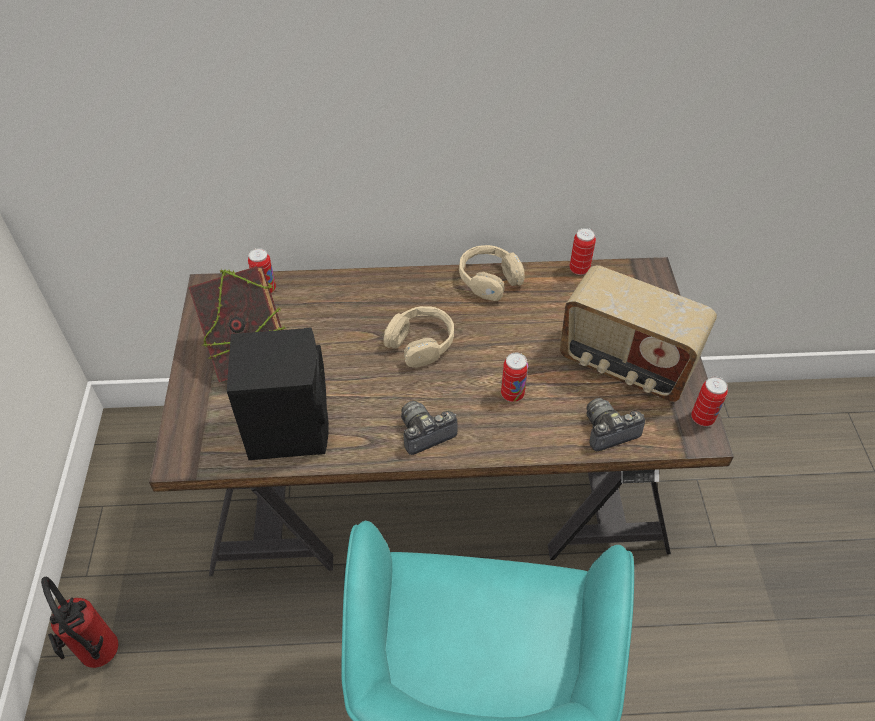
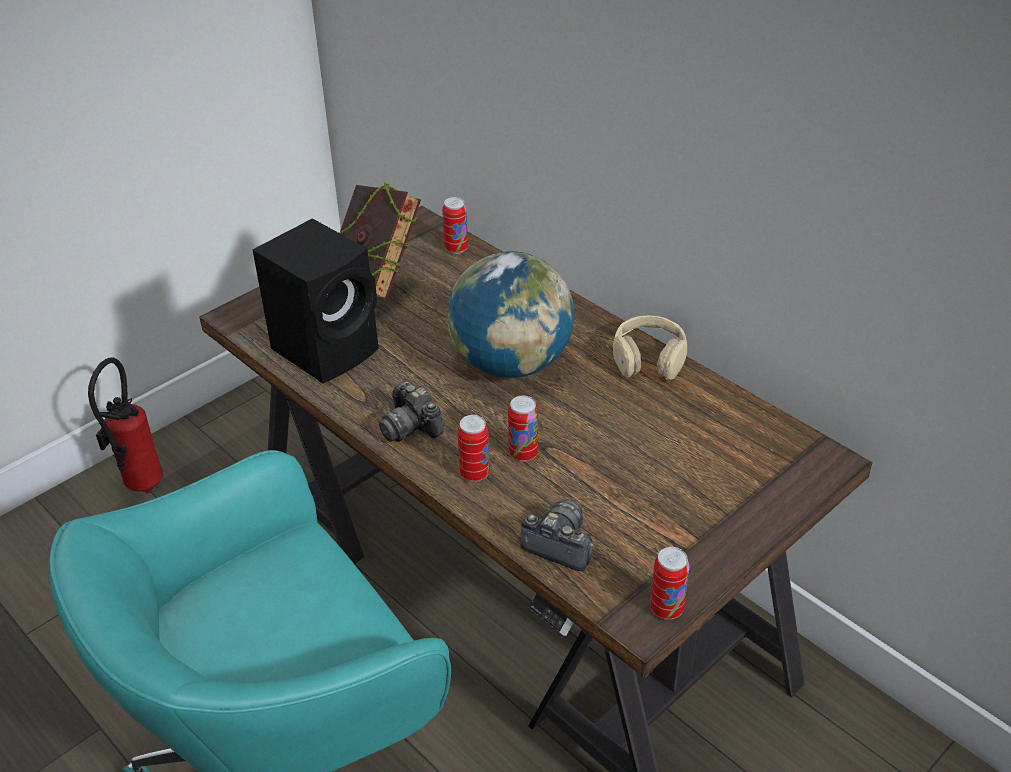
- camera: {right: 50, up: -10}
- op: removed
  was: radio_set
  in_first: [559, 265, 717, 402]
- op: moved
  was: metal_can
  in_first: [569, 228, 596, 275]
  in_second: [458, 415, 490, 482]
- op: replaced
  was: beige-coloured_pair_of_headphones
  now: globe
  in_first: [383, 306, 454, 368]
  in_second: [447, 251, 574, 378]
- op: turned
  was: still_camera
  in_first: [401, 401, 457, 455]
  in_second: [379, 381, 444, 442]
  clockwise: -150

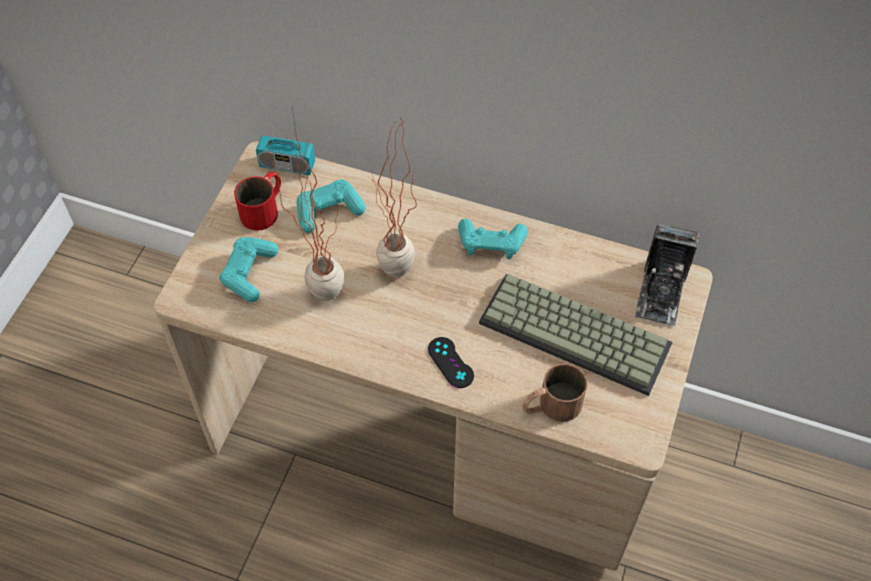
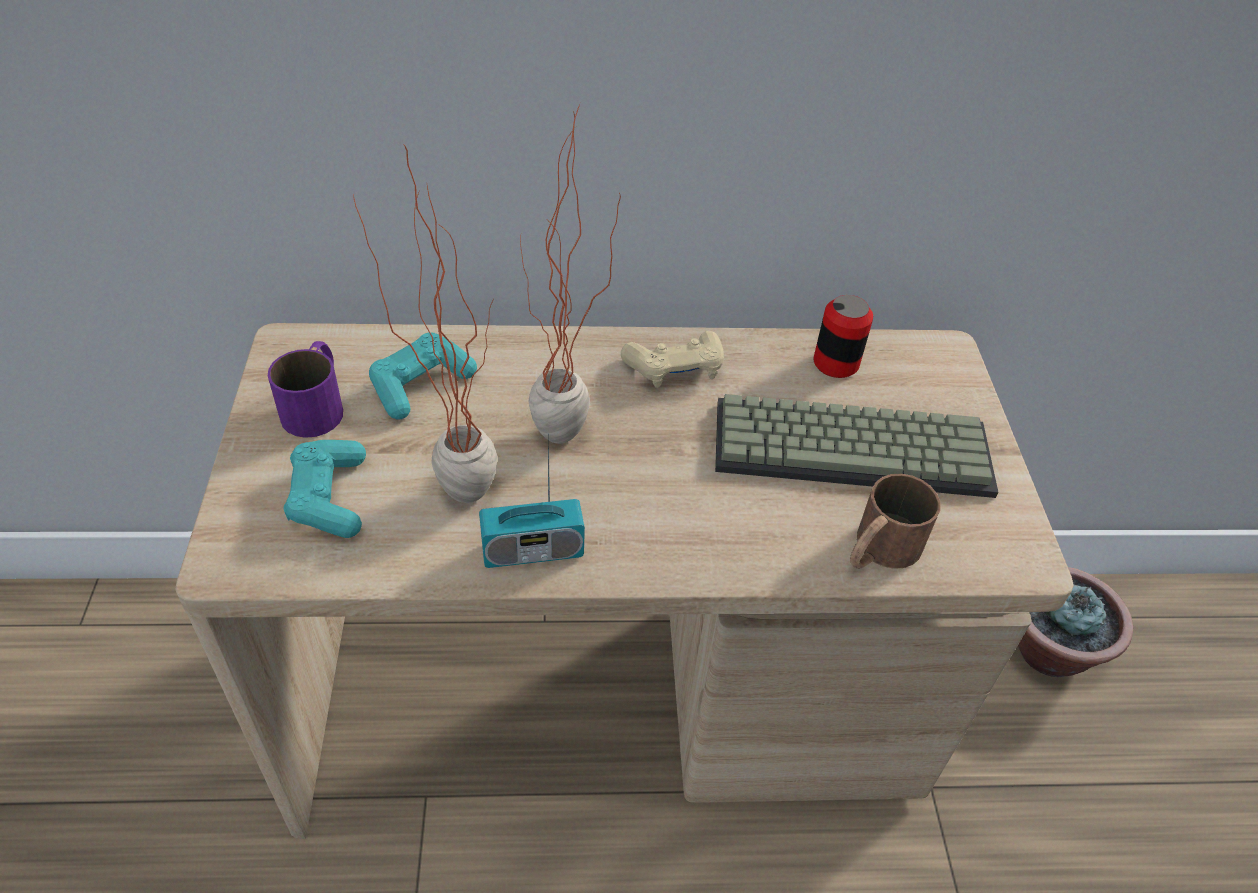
- camera: {right: -25, up: -10}
- op: removed
  was: black_gamepad
  in_first: [428, 337, 474, 388]
- op: removed
  was: still_camera
  in_first: [634, 224, 700, 326]
- op: added
  now: metal_can
  in_second: [813, 295, 873, 378]
- op: added
  now: houseplant
  in_second: [1018, 567, 1133, 677]
- op: moved
  was: radio_set
  in_first: [256, 108, 315, 175]
  in_second: [479, 433, 585, 568]
- op: recoloured
  was: red_mug
  now: purple_mug
  in_first: [234, 172, 281, 230]
  in_second: [268, 341, 343, 438]
- op: recoloured
  was: turquoise-coloured_gamepad
  now: beige-coloured_gamepad
  in_first: [458, 219, 528, 259]
  in_second: [621, 331, 724, 388]

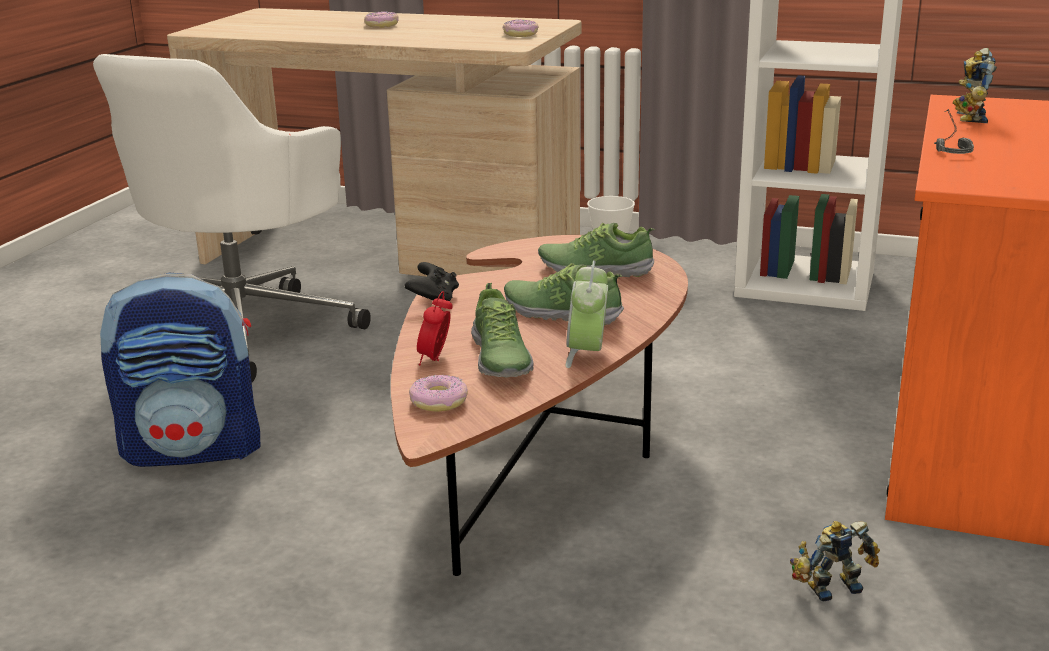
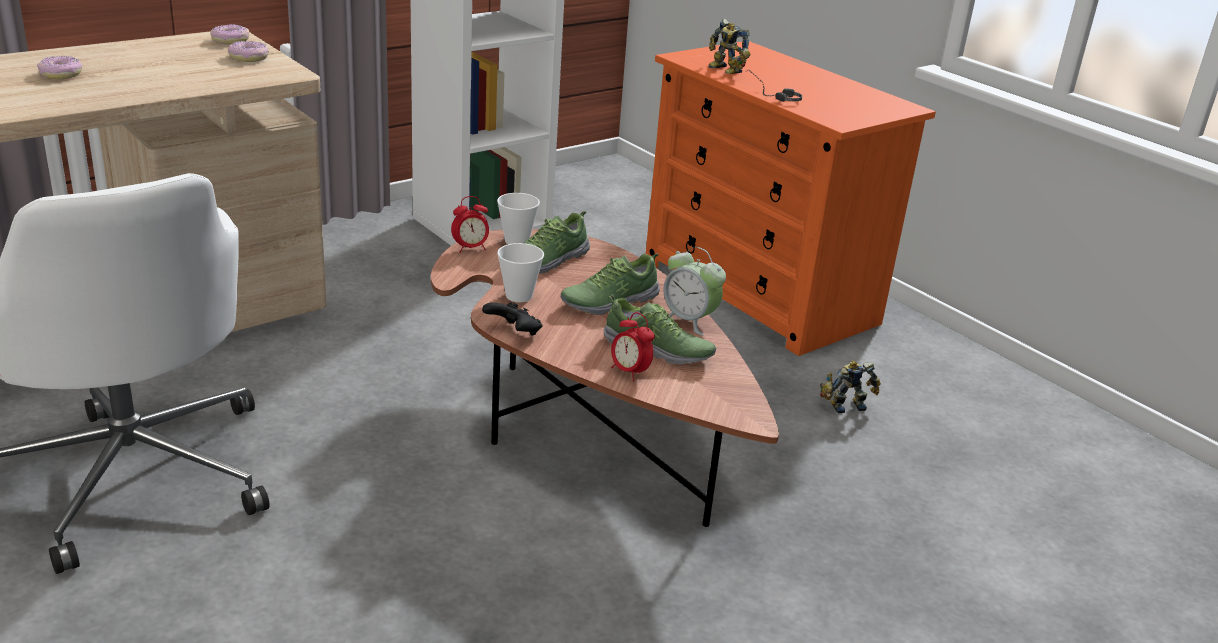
- camera: {right: -60, up: 5}
- op: removed
  was: knapsack
  in_first: [100, 272, 261, 467]
- op: added
  now: bedside_clock
  in_second: [451, 196, 489, 253]
- op: added
  now: drinking_cup
  in_second: [497, 243, 544, 302]
- op: moved
  was: ring_doughnut
  in_first: [409, 375, 468, 411]
  in_second: [210, 24, 249, 44]
- op: turned
  was: model_robot
  in_first: [790, 521, 880, 601]
  in_second: [820, 360, 881, 413]
  clockwise: 60

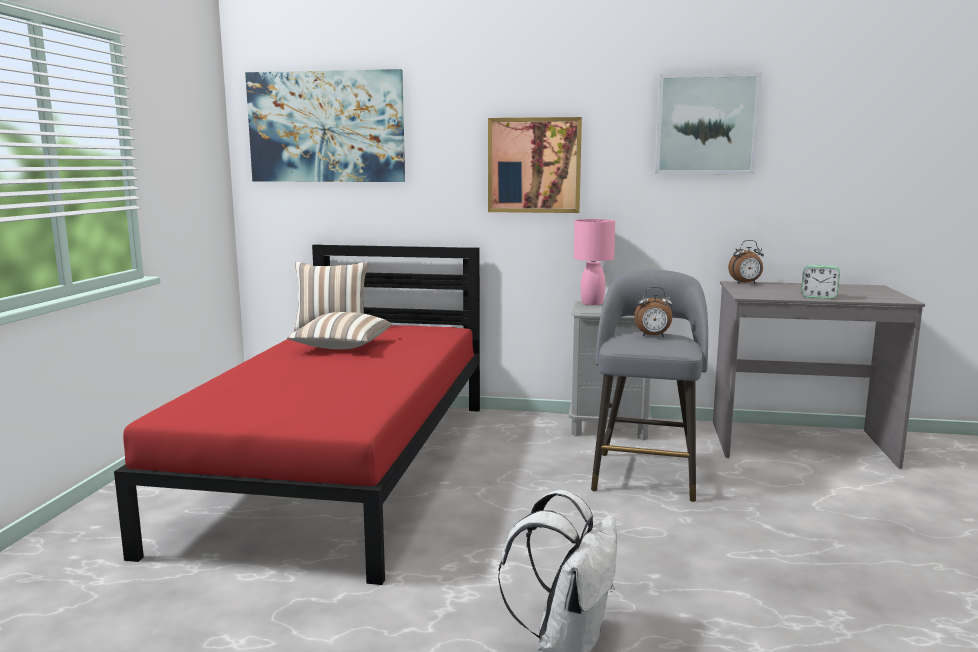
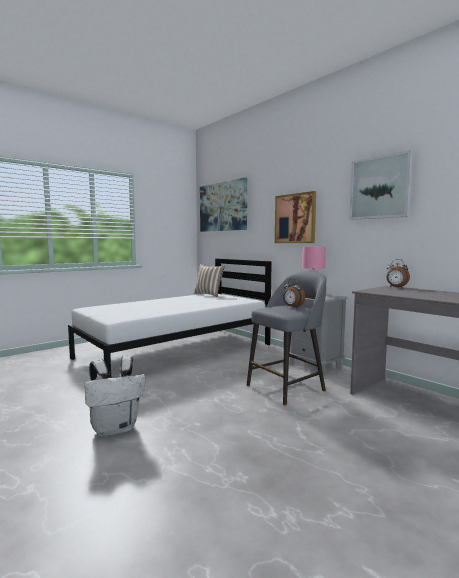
- camera: {right: 40, up: -5}
- op: removed
  was: cushion
  in_first: [287, 312, 392, 349]
- op: removed
  was: bedside_clock
  in_first: [801, 265, 840, 299]
- op: recoloured
  was: red_bedroom_bed
  now: whitish_bedroom_bed
  in_first: [114, 245, 480, 585]
  in_second: [68, 259, 272, 378]

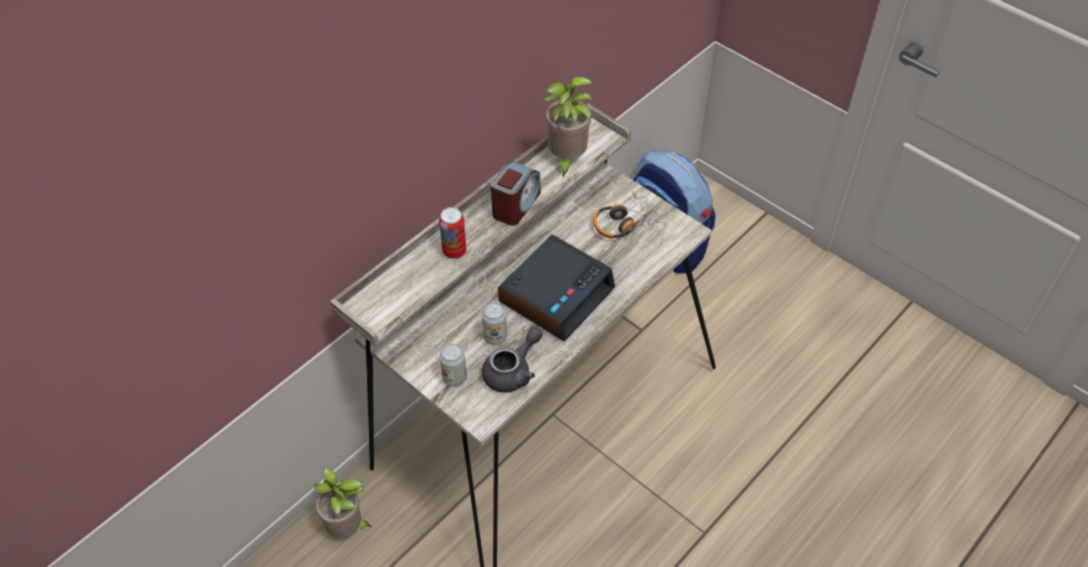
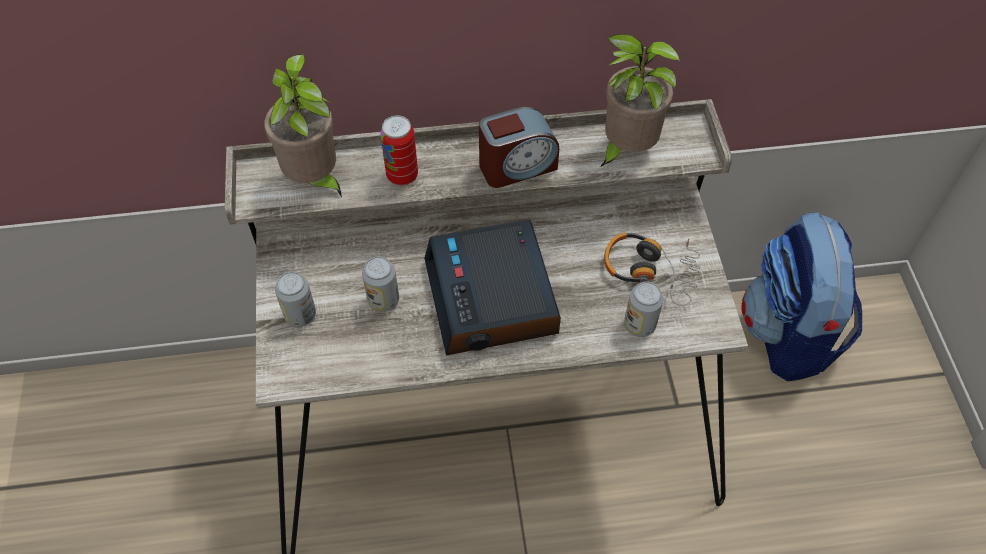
- camera: {right: 40, up: 5}
- op: removed
  was: greyish_teapot
  in_first: [482, 327, 543, 393]
- op: added
  now: metal_can
  in_second: [624, 281, 664, 337]
- op: moved
  was: houseplant
  in_first: [314, 467, 372, 538]
  in_second: [264, 55, 342, 198]
- op: turned
  was: bedside_clock
  in_first: [498, 235, 615, 342]
  in_second: [425, 220, 561, 356]
  clockwise: 90

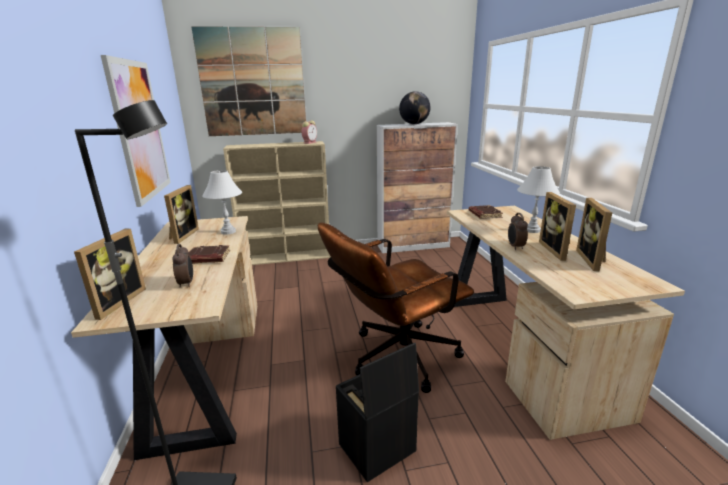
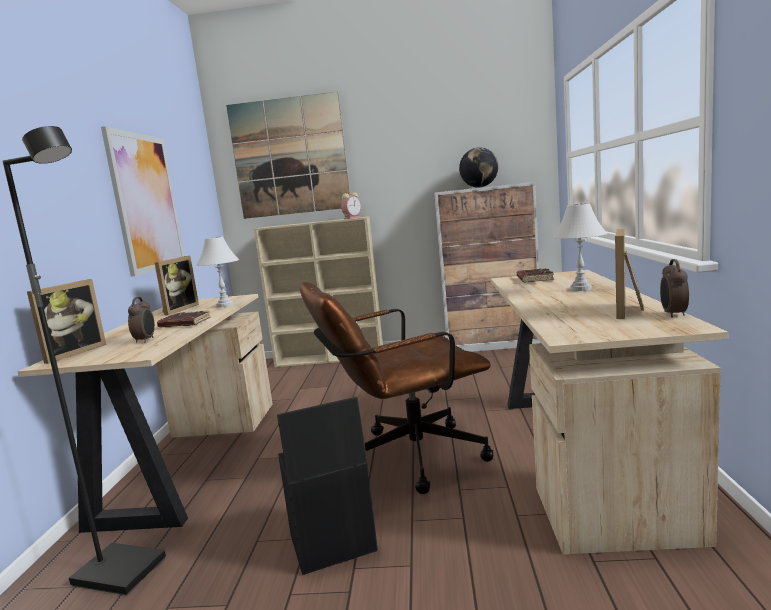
- camera: {right: 15, up: -10}
- op: removed
  was: photo_frame
  in_first: [539, 192, 576, 261]
- op: moved
  was: bedside_clock
  in_first: [508, 213, 528, 250]
  in_second: [660, 259, 689, 318]

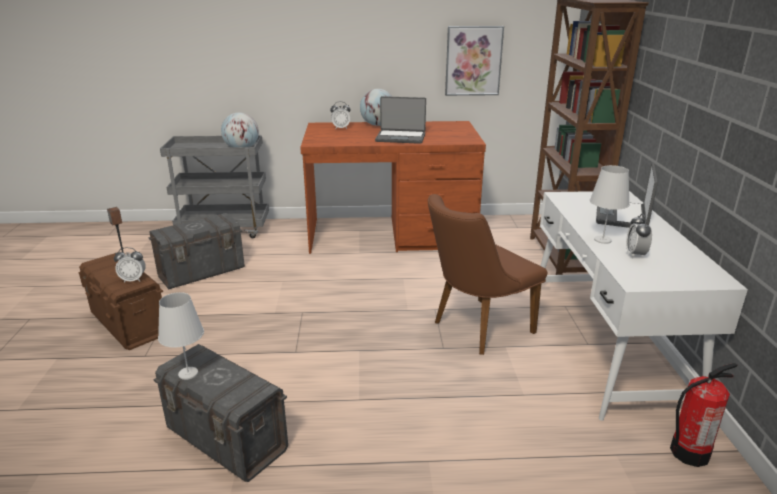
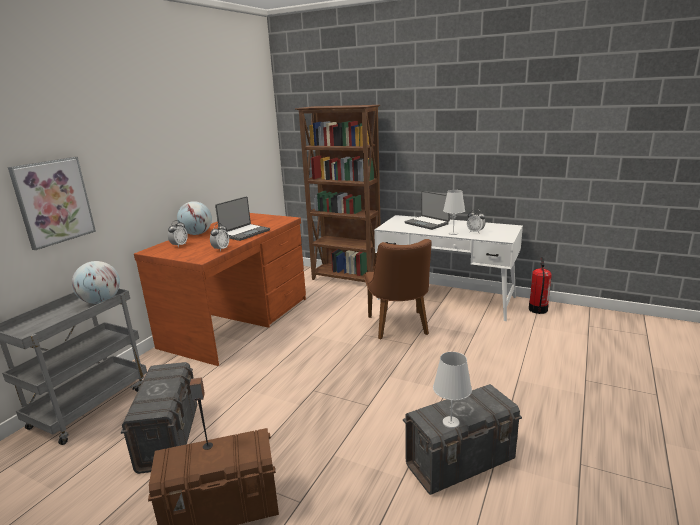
- camera: {right: -60, up: -5}
- op: moved
  was: bedside_clock
  in_first: [114, 247, 146, 283]
  in_second: [210, 223, 229, 251]
- op: moved
  was: wall_picture
  in_first: [445, 26, 504, 96]
  in_second: [8, 157, 96, 250]

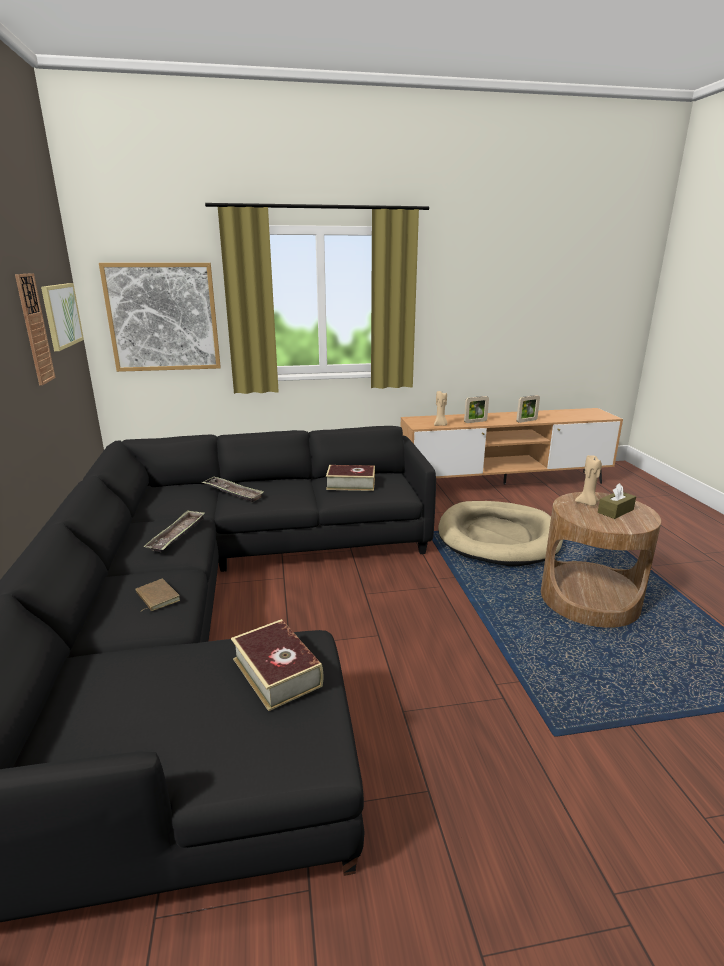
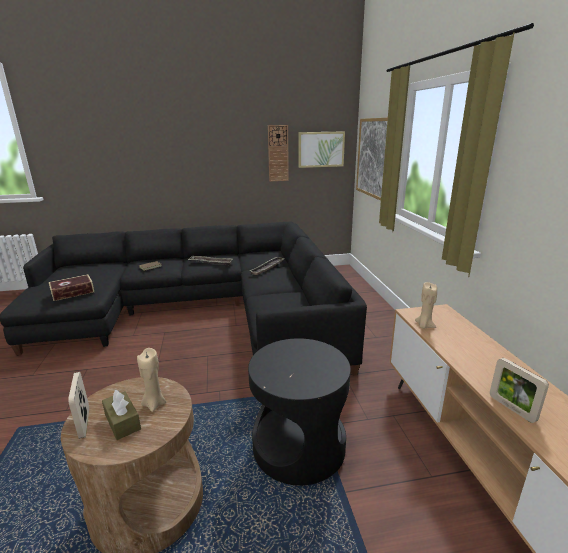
- camera: {right: 90, up: 0}
- op: removed
  was: volume
  in_first: [326, 465, 375, 491]
- op: moved
  was: photo_frame
  in_first: [464, 396, 489, 423]
  in_second: [68, 372, 89, 439]
- op: replaced
  was: beige-coloured_dog_cushion
  now: black_accent_table
  in_first: [438, 501, 563, 566]
  in_second: [248, 338, 351, 486]

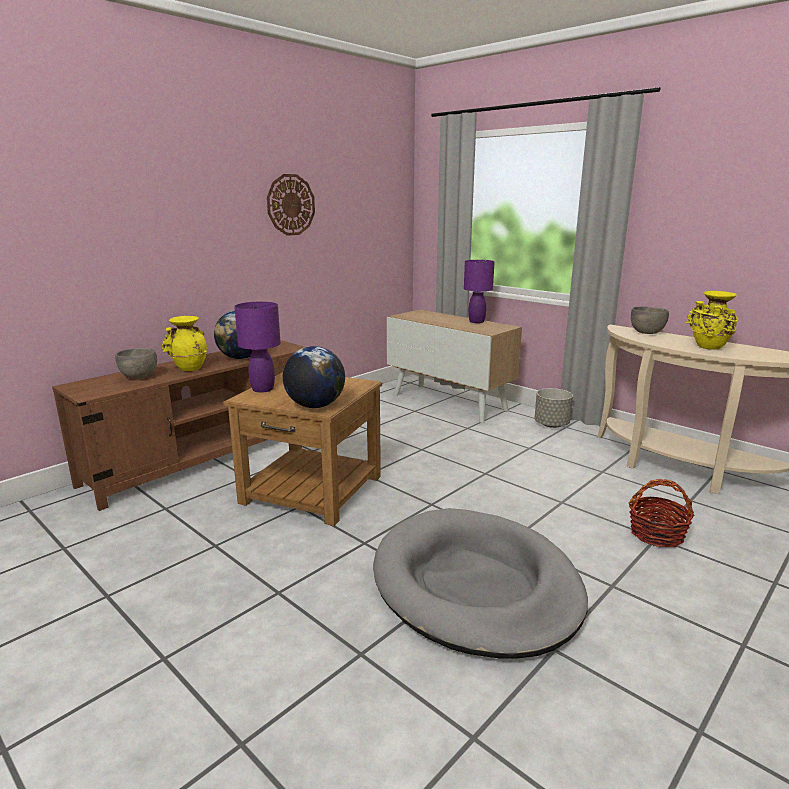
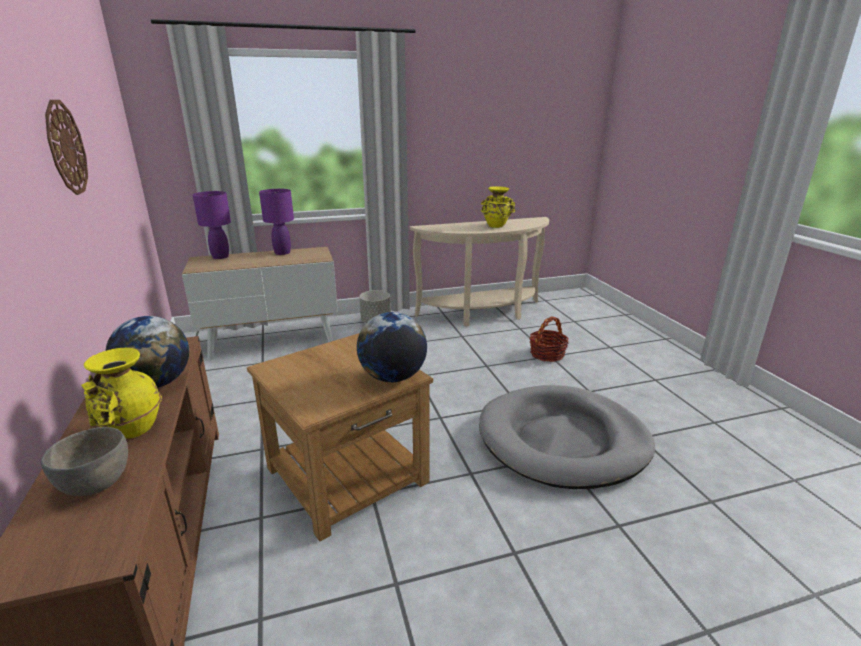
- camera: {right: -60, up: 5}
- op: removed
  was: greyish_serving_bowl
  in_first: [631, 307, 669, 334]
- op: moved
  was: purple_table_lamp
  in_first: [234, 302, 280, 393]
  in_second: [193, 191, 231, 259]

